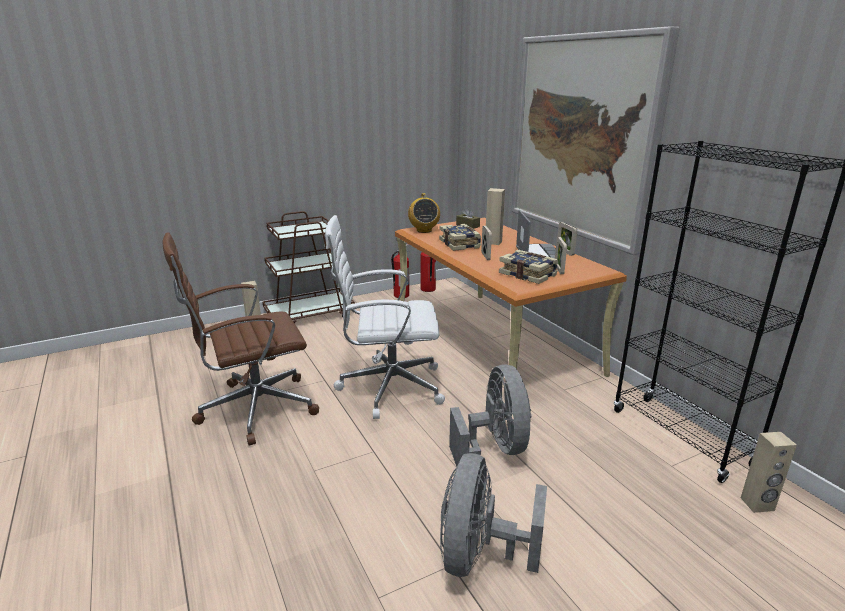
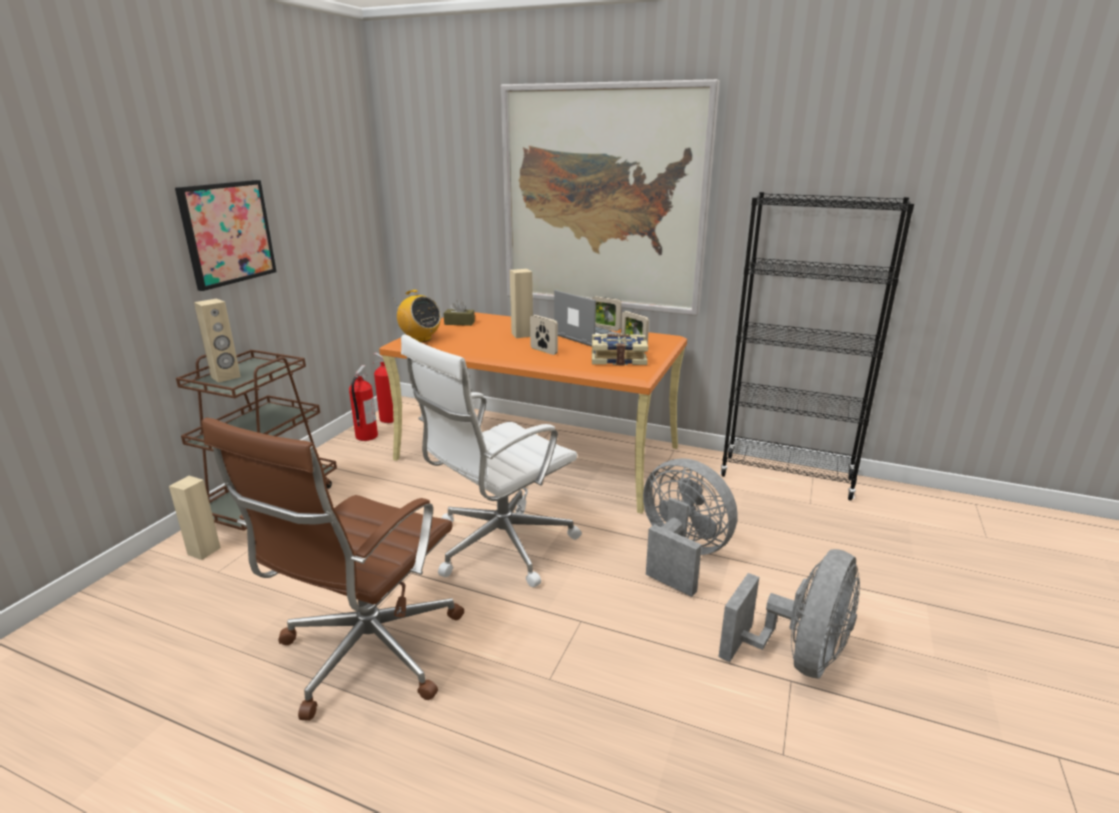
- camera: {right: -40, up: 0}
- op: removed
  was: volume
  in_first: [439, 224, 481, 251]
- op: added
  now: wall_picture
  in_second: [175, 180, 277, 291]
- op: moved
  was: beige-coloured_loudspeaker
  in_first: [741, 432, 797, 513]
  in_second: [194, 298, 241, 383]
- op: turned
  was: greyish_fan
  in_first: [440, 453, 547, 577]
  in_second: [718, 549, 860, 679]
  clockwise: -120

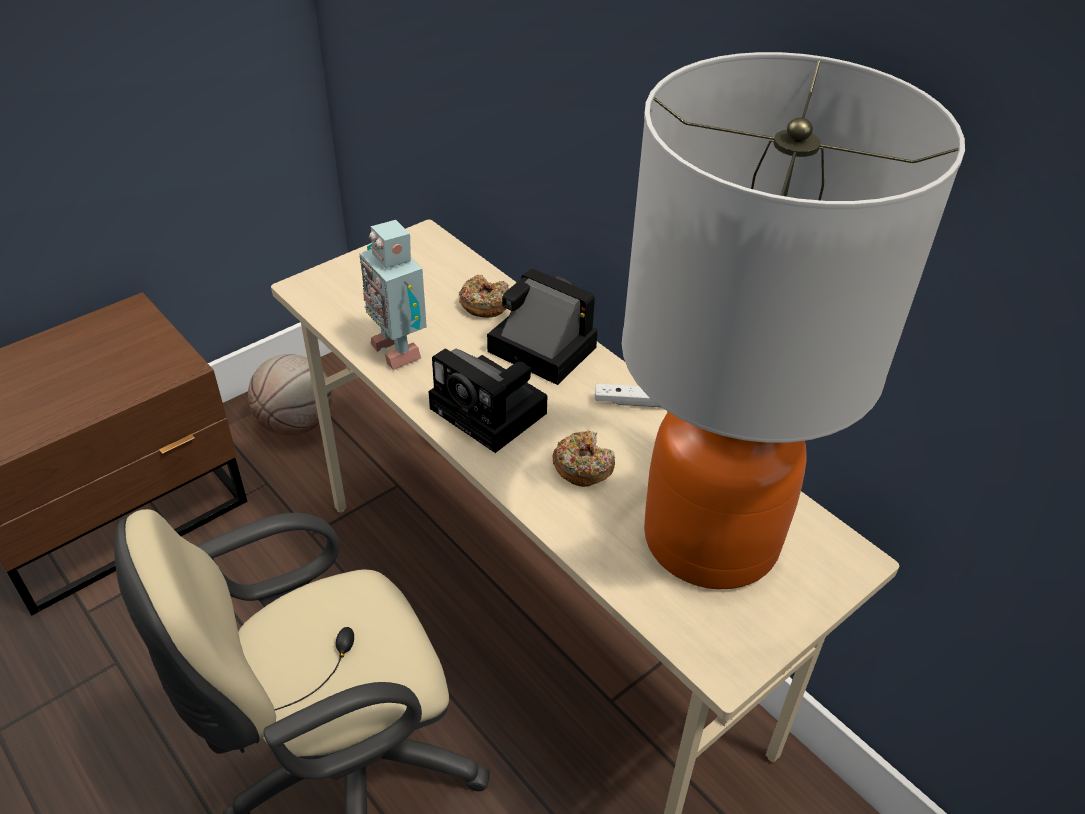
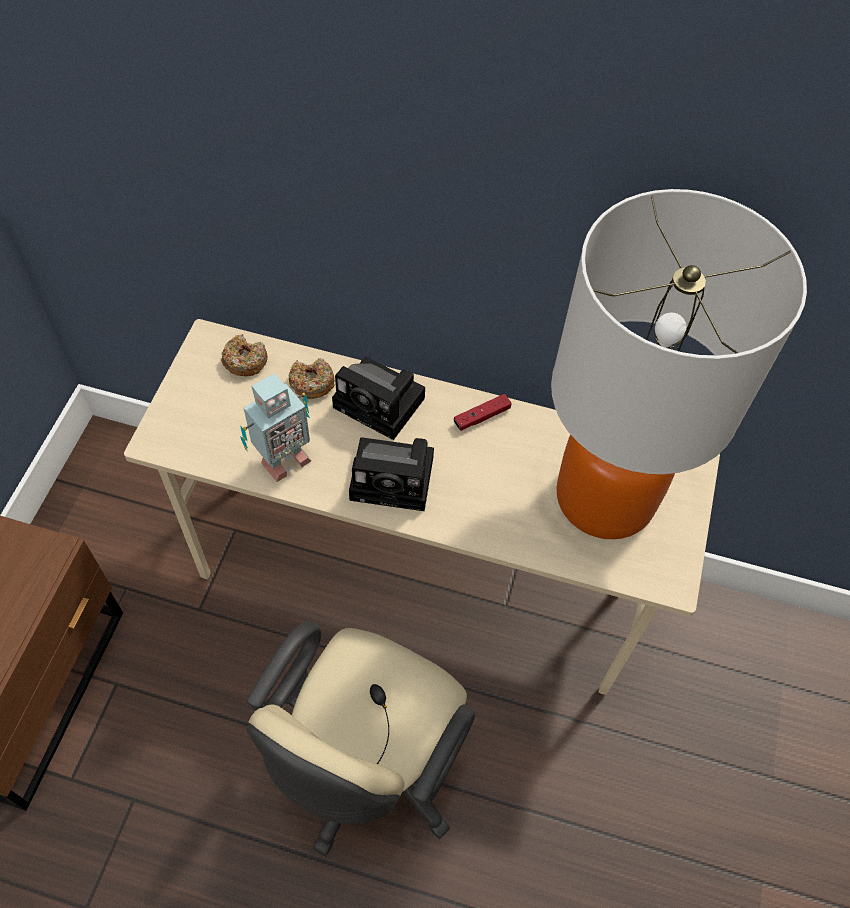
- camera: {right: -35, up: 15}
- op: removed
  was: basketball_ball
  in_first: [248, 354, 332, 435]
- op: moved
  was: ring_doughnut
  in_first: [552, 430, 615, 487]
  in_second: [221, 334, 268, 377]
- op: recoloured
  was: whitish_gamepad
  now: red_gamepad
  in_first: [595, 384, 661, 407]
  in_second: [454, 394, 512, 431]
- op: turned
  was: model_robot
  in_first: [359, 220, 427, 370]
  in_second: [240, 373, 311, 482]
  clockwise: -60
- op: turned
  was: still_camera
  in_first: [487, 268, 598, 385]
  in_second: [332, 356, 425, 440]
  clockwise: -150

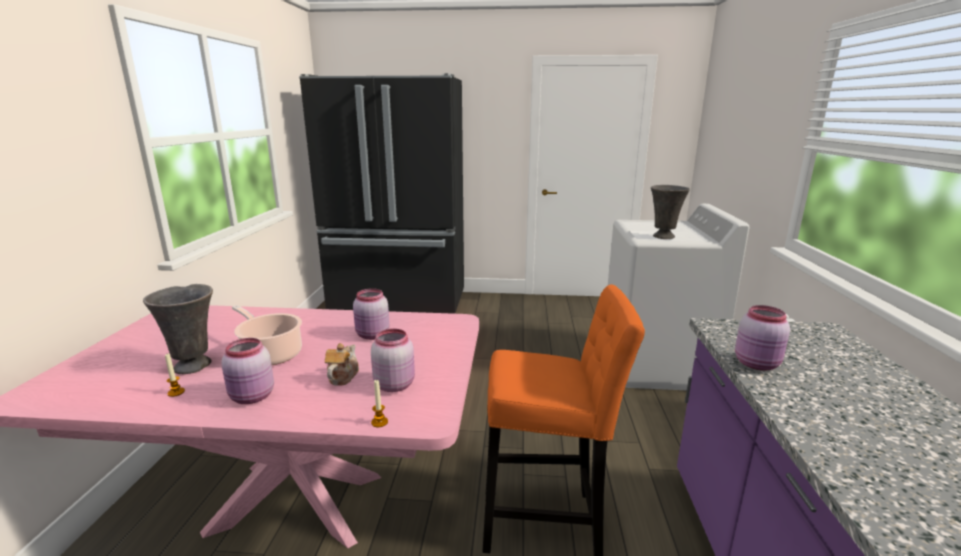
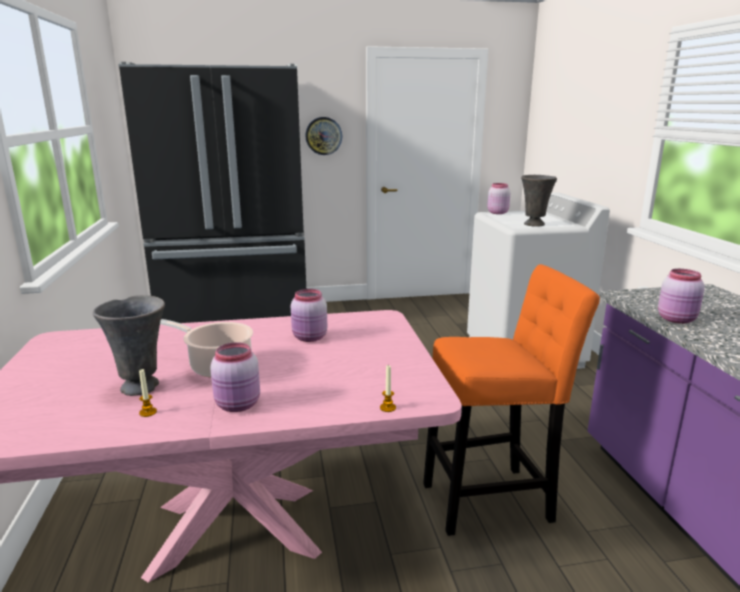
- camera: {right: -15, up: 0}
- op: removed
  was: teapot
  in_first: [325, 343, 359, 386]
- op: added
  now: wall_clock
  in_second: [305, 117, 342, 155]
- op: moved
  was: pinkish_preserve_jar
  in_first: [371, 329, 415, 392]
  in_second: [487, 183, 511, 214]

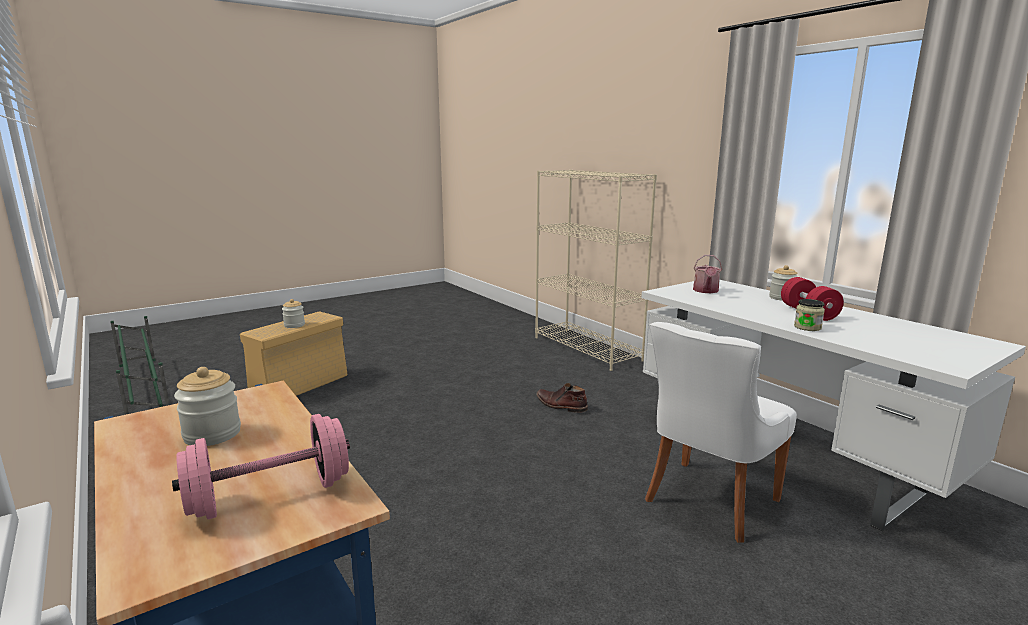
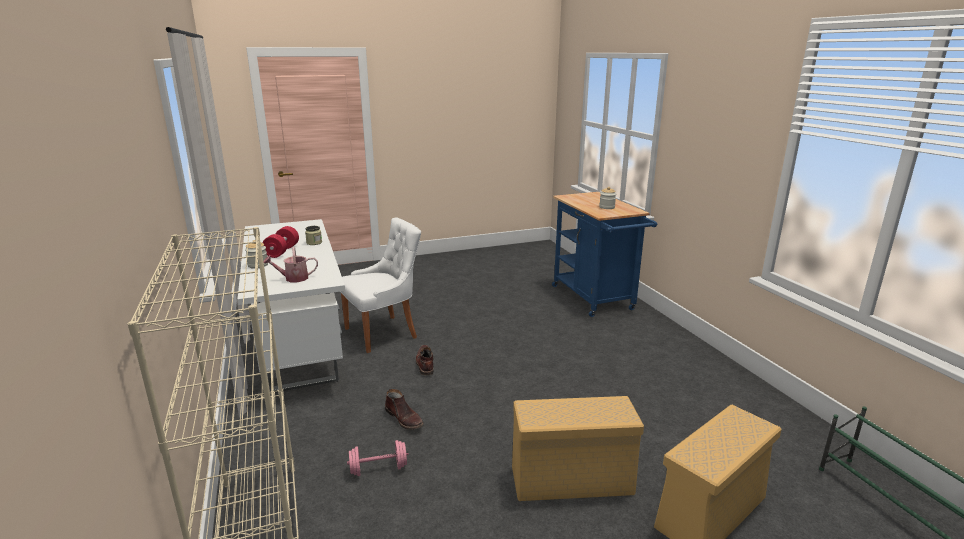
- camera: {right: -165, up: 5}
- op: removed
  was: preserve_jar
  in_first: [282, 299, 305, 328]
- op: added
  now: brown_high-top_boot
  in_second: [416, 345, 434, 375]
- op: added
  now: beige-coloured_storage_container
  in_second: [512, 396, 644, 501]
- op: moved
  was: pinkish_hand_weight
  in_first: [172, 414, 350, 519]
  in_second: [347, 440, 409, 476]
- op: turned
  was: watering_can
  in_first: [693, 255, 722, 293]
  in_second: [264, 247, 318, 282]
  clockwise: -135

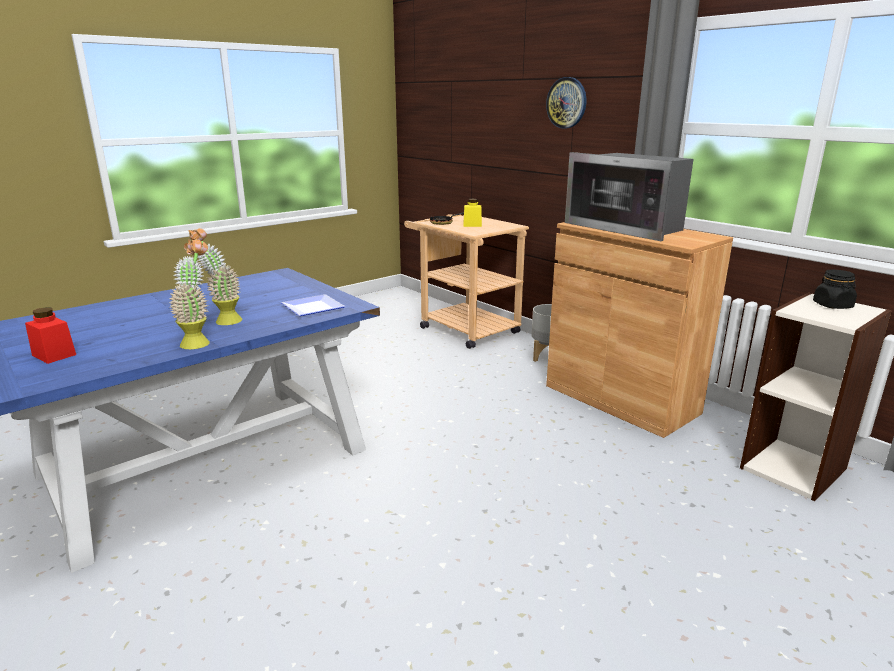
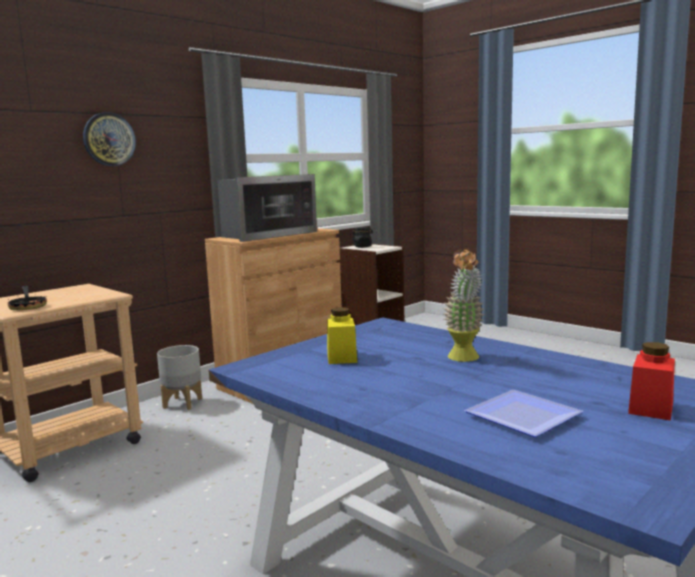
- camera: {right: -95, up: -10}
- op: removed
  was: houseplant
  in_first: [169, 239, 210, 349]
- op: moved
  was: dinner_plate
  in_first: [281, 294, 345, 316]
  in_second: [464, 390, 583, 437]
- op: moved
  was: yellowish_preserve_jar
  in_first: [463, 199, 482, 227]
  in_second: [327, 307, 357, 364]

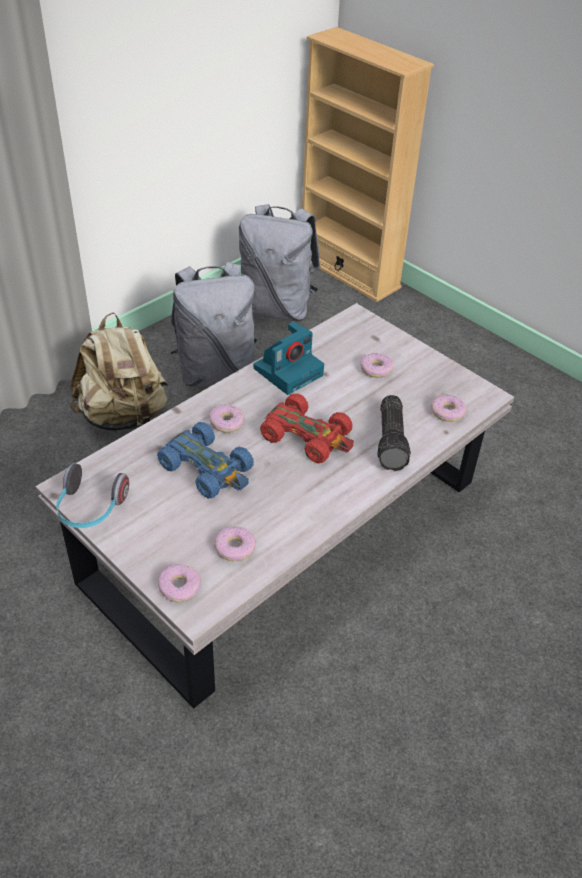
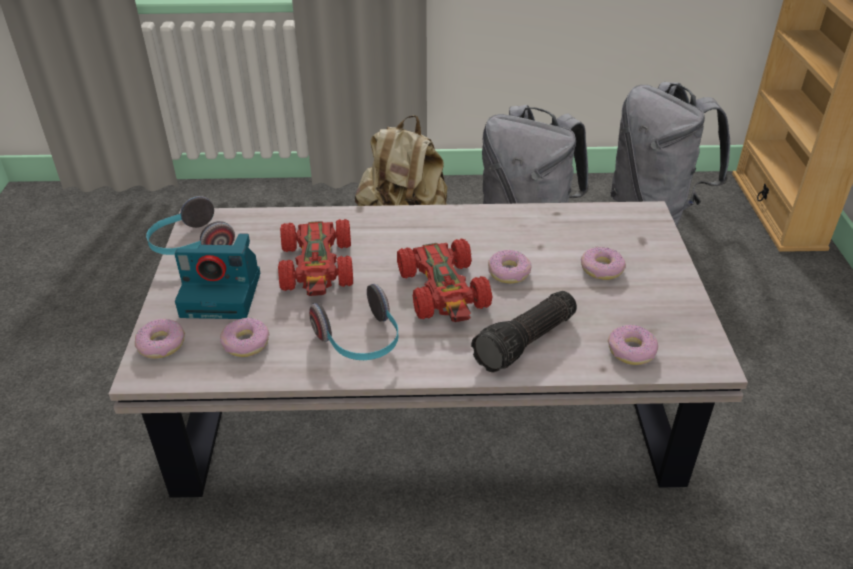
- camera: {right: 45, up: -5}
- op: added
  now: pair_of_headphones
  in_second: [309, 284, 399, 360]
- op: moved
  was: ring_doughnut
  in_first: [209, 404, 245, 433]
  in_second: [488, 250, 532, 284]
- op: moved
  was: still_camera
  in_first: [254, 322, 324, 395]
  in_second: [175, 233, 260, 319]
- op: recoloured
  was: blue_toy_car
  now: red_toy_car
  in_first: [157, 422, 254, 499]
  in_second: [278, 219, 353, 296]

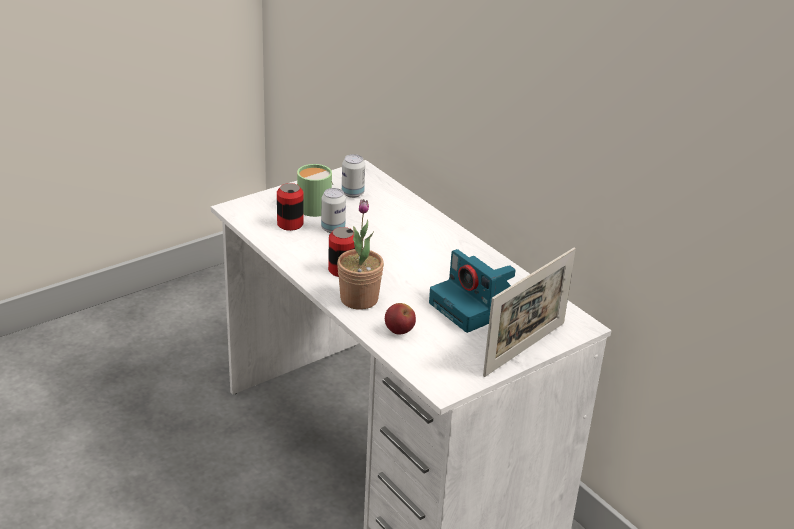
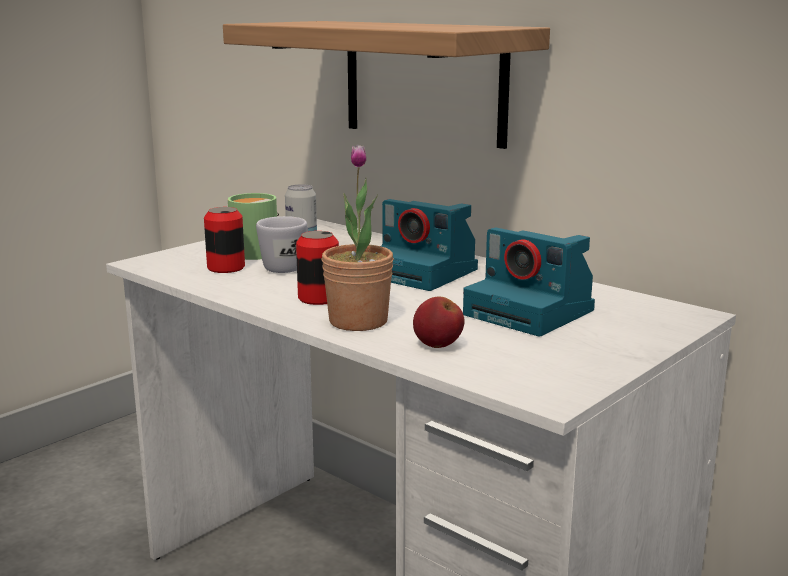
- camera: {right: -10, up: -15}
- op: removed
  was: photo_frame
  in_first: [483, 248, 576, 377]
- op: added
  now: wall_shelf
  in_second: [223, 21, 550, 149]
- op: added
  now: still_camera
  in_second: [381, 199, 478, 291]
- op: replaced
  was: metal_can
  now: whitish_mug
  in_first: [321, 188, 346, 233]
  in_second: [256, 216, 308, 273]

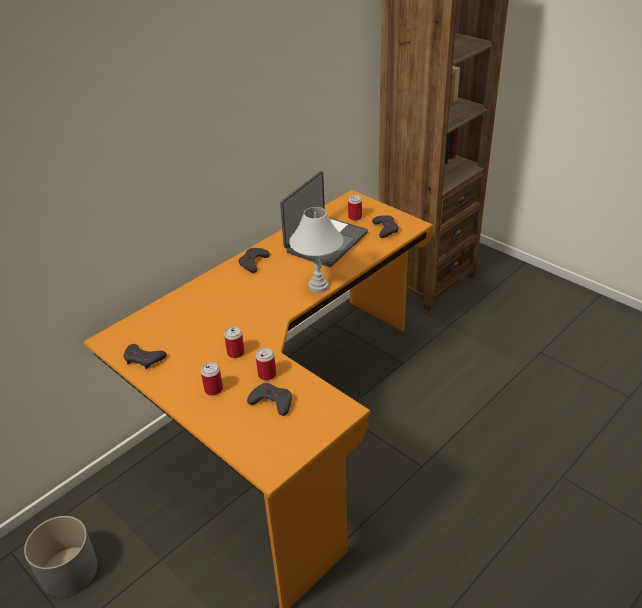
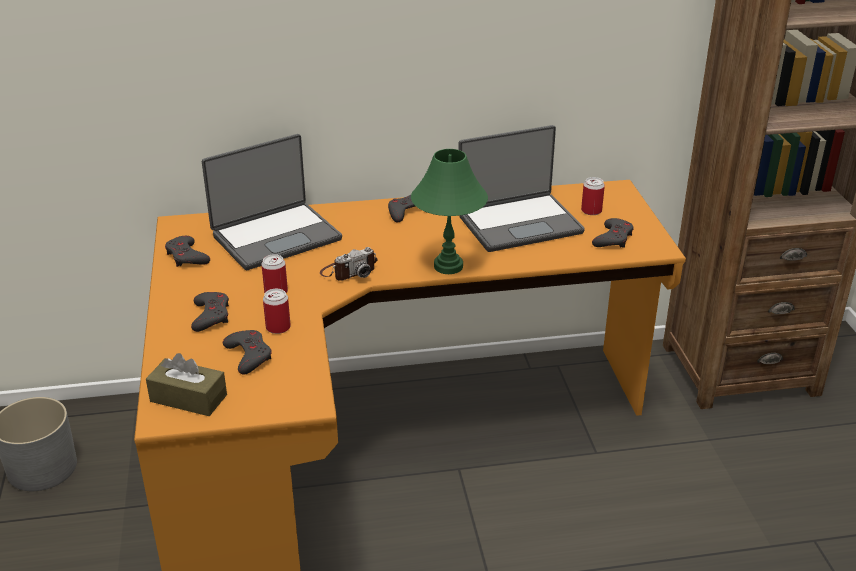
- camera: {right: 35, up: -5}
- op: added
  now: brown_box_of_tissues
  in_second: [146, 353, 227, 416]
- op: added
  now: notebook_computer
  in_second: [202, 134, 342, 270]
- op: added
  now: still_camera
  in_second: [320, 247, 378, 281]
- op: replaced
  was: metal_can
  now: greyish_gamepad
  in_first: [201, 362, 223, 396]
  in_second: [191, 292, 229, 332]
- op: recoloured
  was: whitish_table_lamp
  now: green_table_lamp
  in_first: [289, 207, 344, 293]
  in_second: [411, 149, 488, 274]

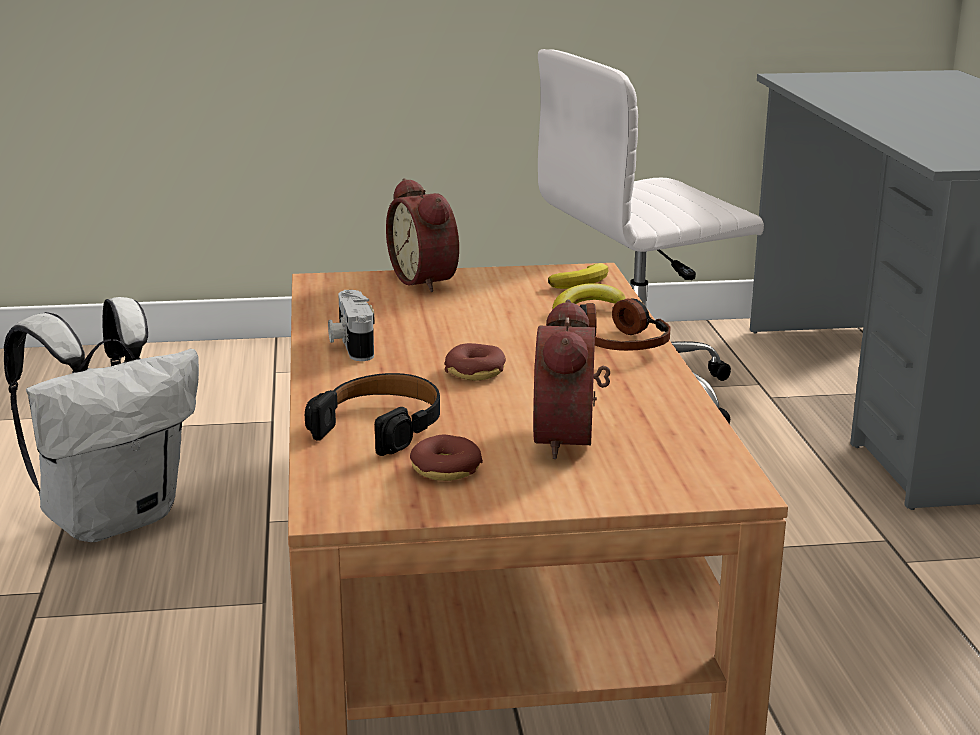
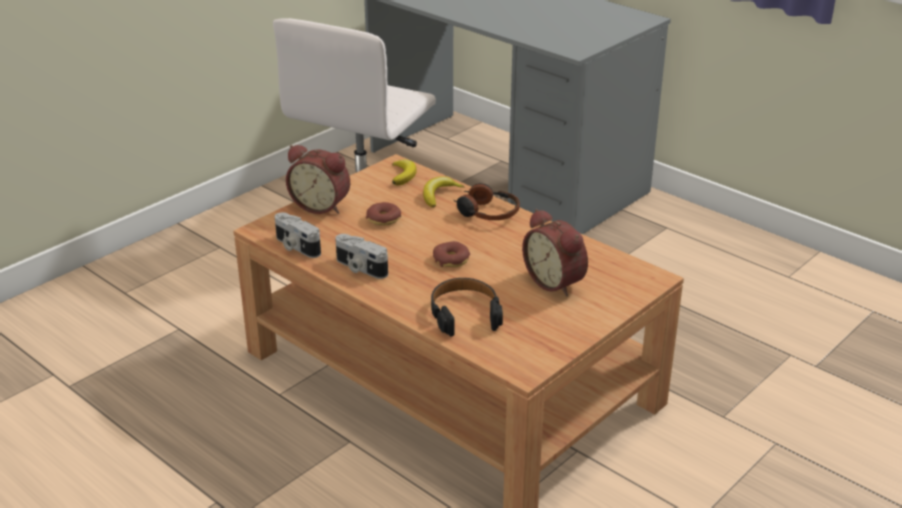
- camera: {right: -40, up: 10}
- op: removed
  was: whitish_knapsack
  in_first: [4, 297, 199, 542]
- op: added
  now: still_camera
  in_second: [275, 212, 321, 258]
- op: moved
  was: ring_doughnut
  in_first: [410, 435, 483, 481]
  in_second: [366, 202, 401, 226]

